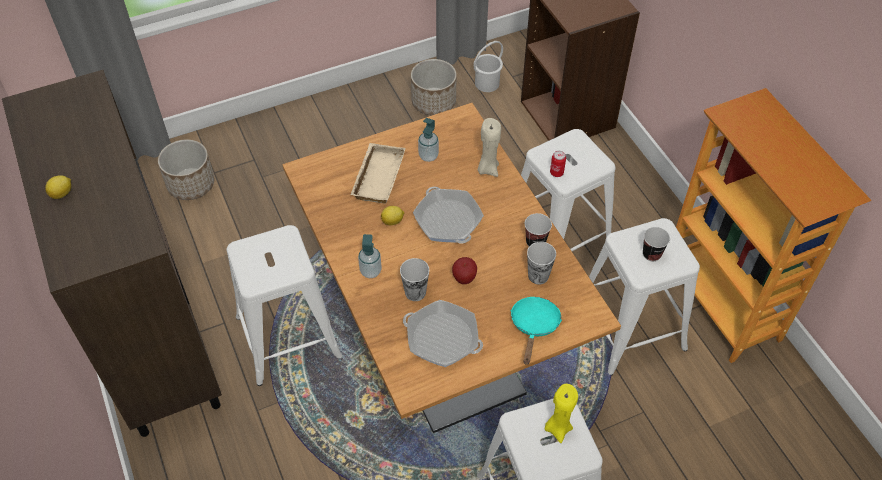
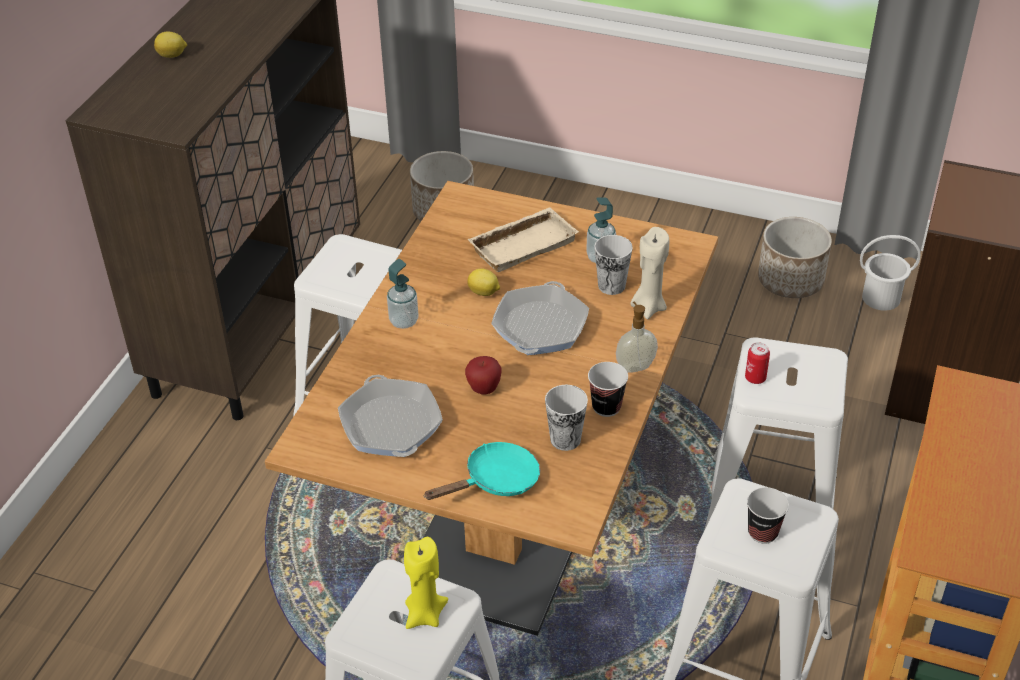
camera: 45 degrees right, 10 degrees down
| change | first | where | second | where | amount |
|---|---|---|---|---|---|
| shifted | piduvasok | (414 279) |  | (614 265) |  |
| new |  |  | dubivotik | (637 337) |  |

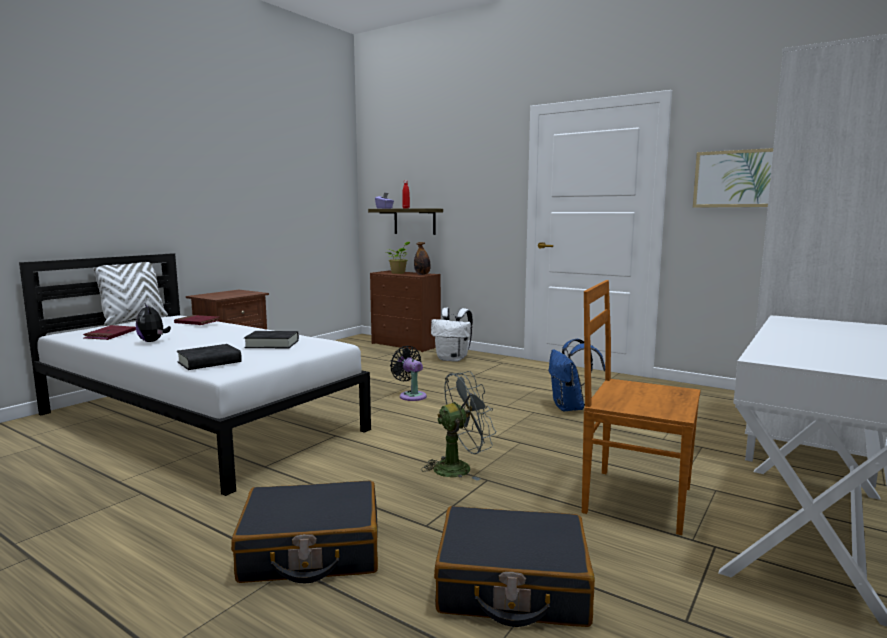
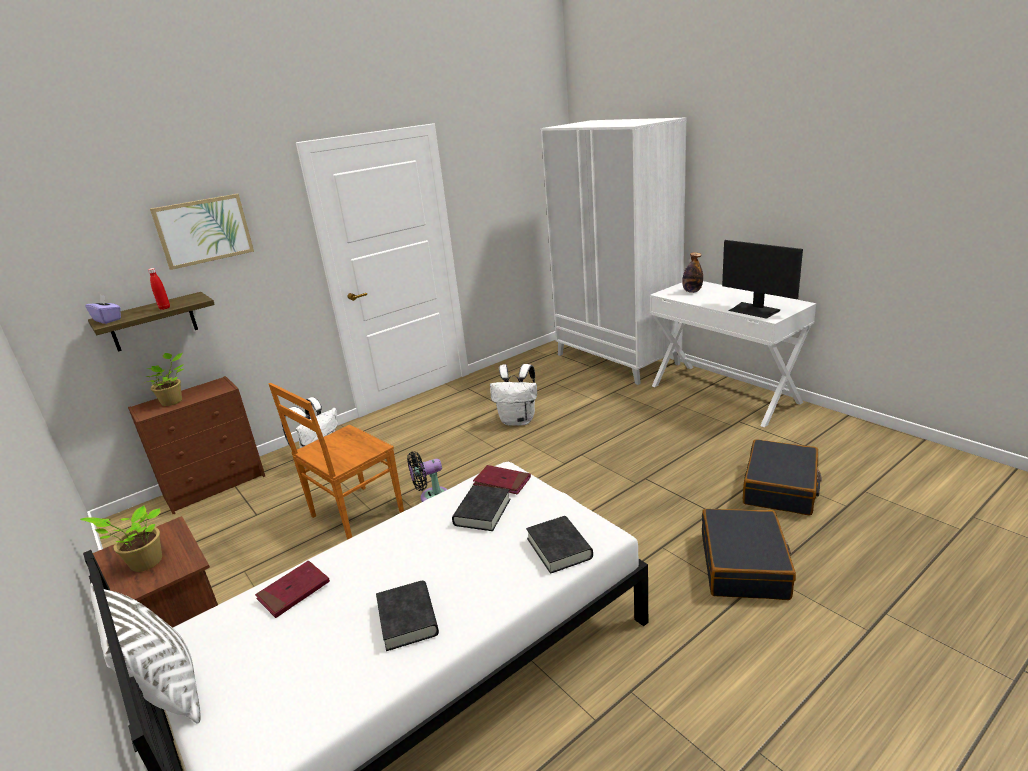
camera: 70 degrees left, 15 degrees up
| change | first | where | second | where | amount |
|---|---|---|---|---|---|
| new |  |  | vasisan | (121 538) |  |
| shifted | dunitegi | (733 178) |  | (202 232) |  |
| shifted | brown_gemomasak | (641 407) |  | (336 461) |  |
| swapped | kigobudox | (153 323) | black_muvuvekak | (407 615) |  |
| shifted | red_muvuvekak | (109 332) |  | (502 480) |  |
| repainted | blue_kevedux | (576 375) | white_kevedux | (513 395) |  |
| shifted | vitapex | (422 258) |  | (692 272) |  |
| new |  |  | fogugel | (762 279) |  |
| gone | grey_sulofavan | (458 426) |  |  |  |

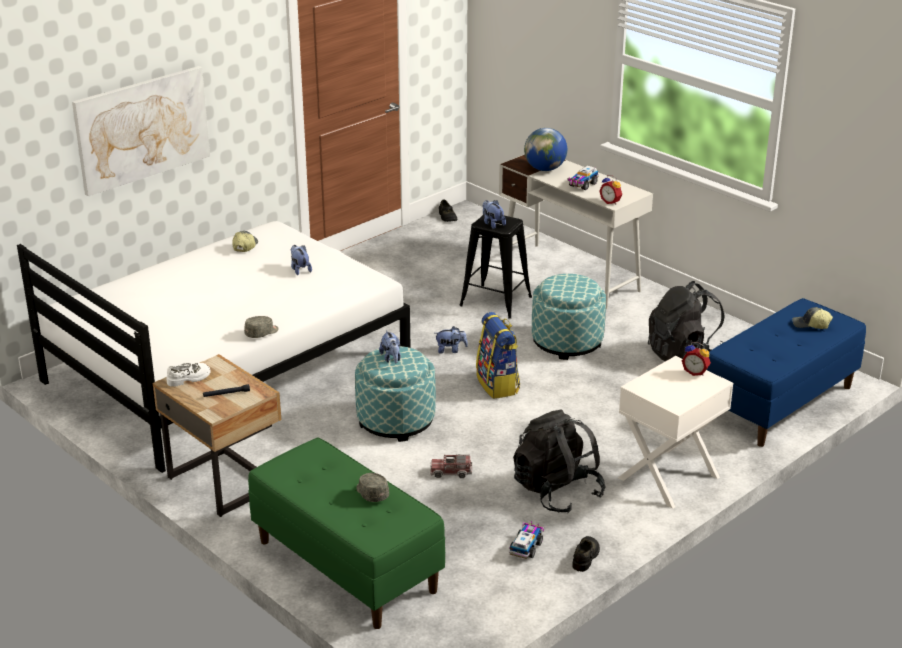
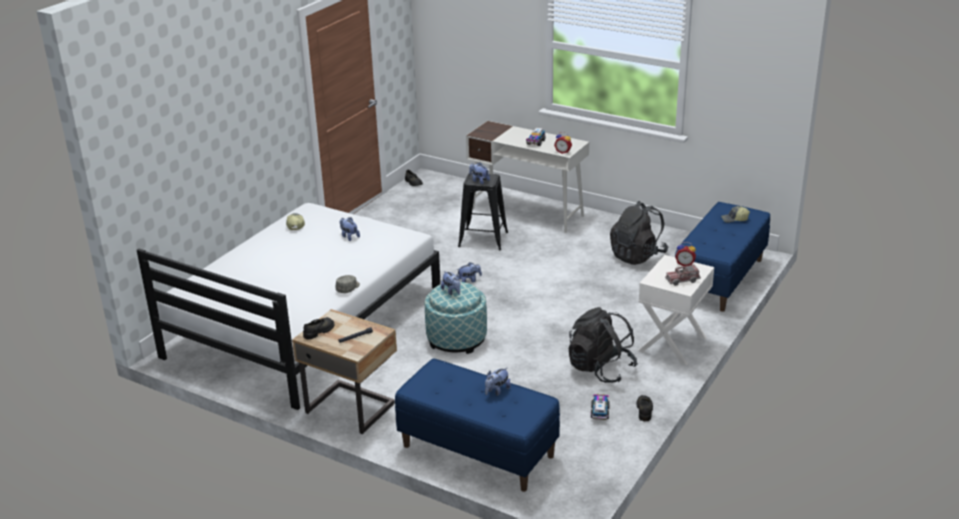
camera: 15 degrees left, 0 degrees up
| change | first | where | second | where | amount |
|---|---|---|---|---|---|
| repainted | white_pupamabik | (189 375) | black_pupamabik | (318 328) |  |
| repainted | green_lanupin | (346 533) | blue_lanupin | (477 425) |  |
| swapped | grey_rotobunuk | (373 487) | kigobudox | (498 381) |  |
| shifted | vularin | (451 466) |  | (683 275) |  |
| gone | dunitegi | (141 131) |  |  |  |
| gone | kevedux | (498 355) |  |  |  |
| gone | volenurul | (545 149) |  |  |  |
| gone | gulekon | (569 317) |  |  |  |

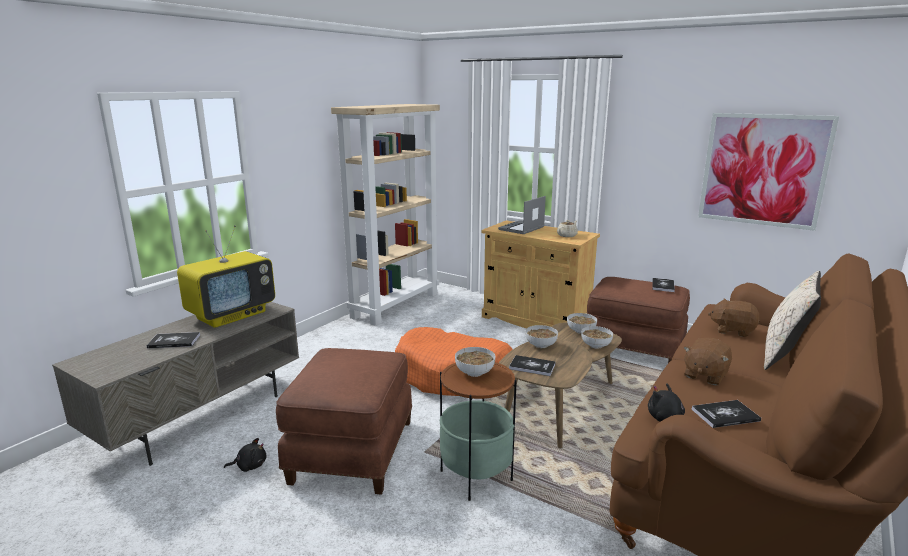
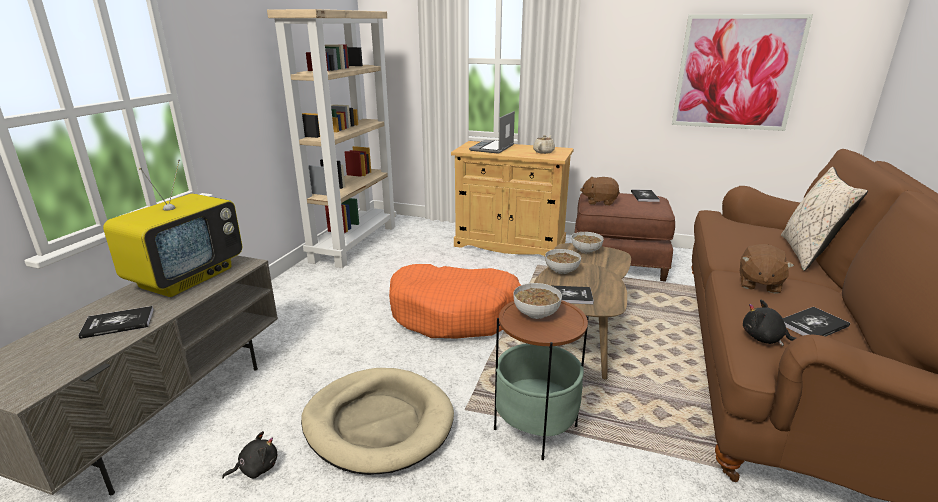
camera: 15 degrees left, 5 degrees up
| change | first | where | second | where | amount |
|---|---|---|---|---|---|
| swapped | brown_gulekon | (344 421) | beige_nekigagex | (377 421) |  |
| shifted | brown_kigobudox | (734 318) |  | (600 191) |  |
| gone | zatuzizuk | (597 337) |  |  |  |

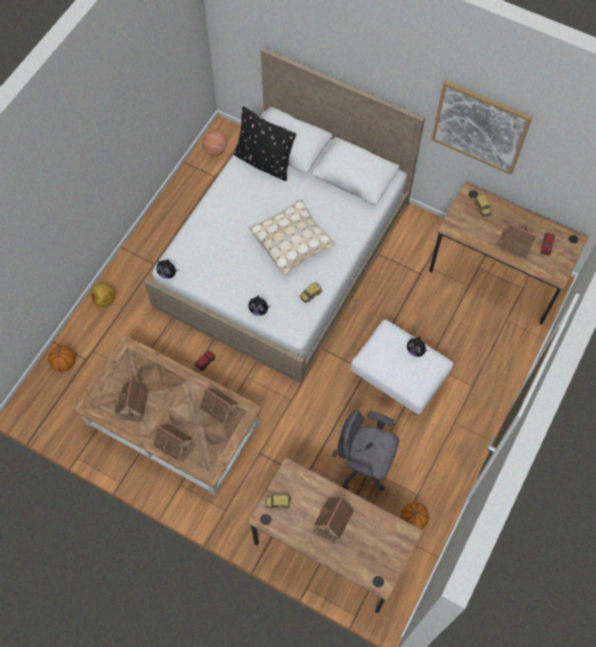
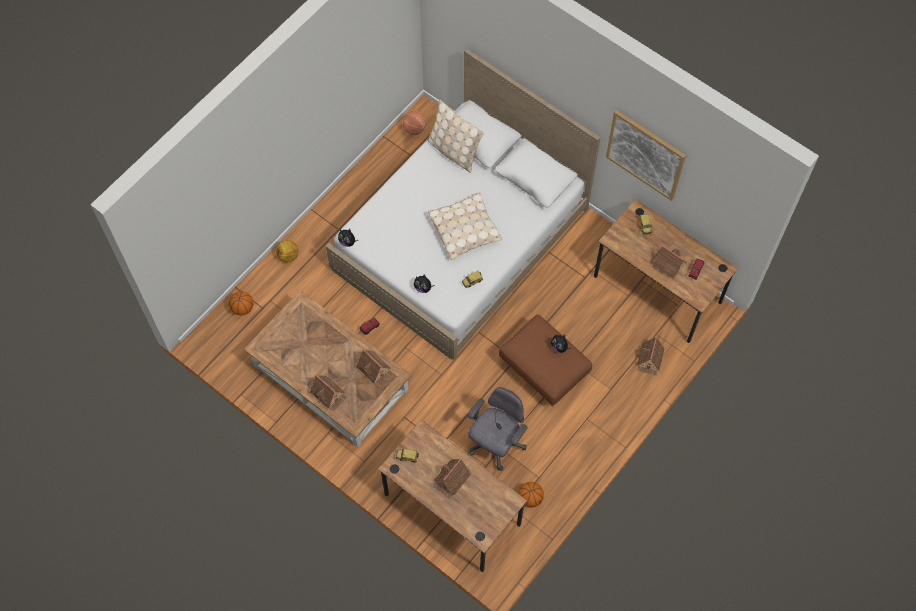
camera: 10 degrees right, 0 degrees up
| change | first | where | second | where | amount |
|---|---|---|---|---|---|
| repainted | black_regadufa | (265 143) | beige_regadufa | (455 136) |  |
| rotated | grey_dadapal | (365 450) |  | (497 429) | 90 degrees clockwise |
| repainted | white_gulekon | (401 367) | brown_gulekon | (545 360) |  |
| shifted | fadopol | (133 399) |  | (650 356) |  |

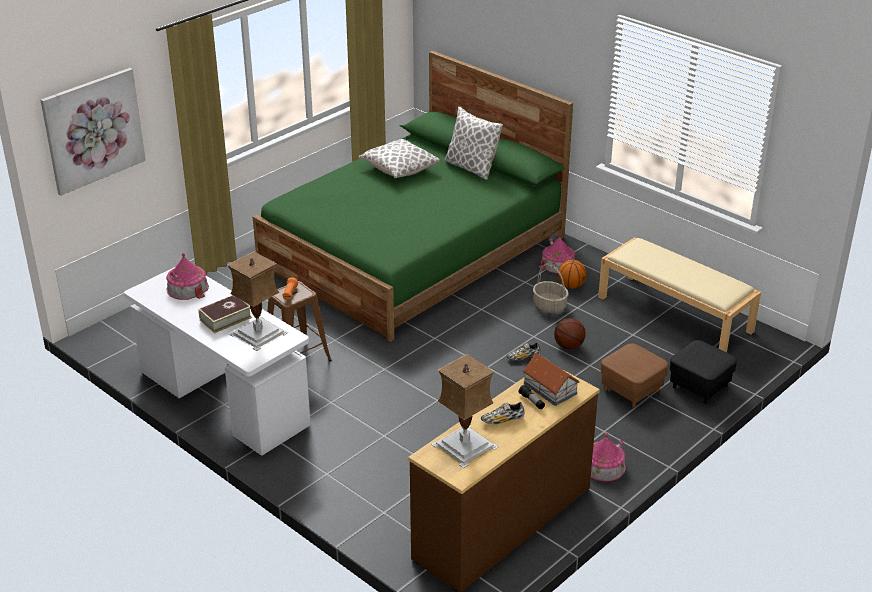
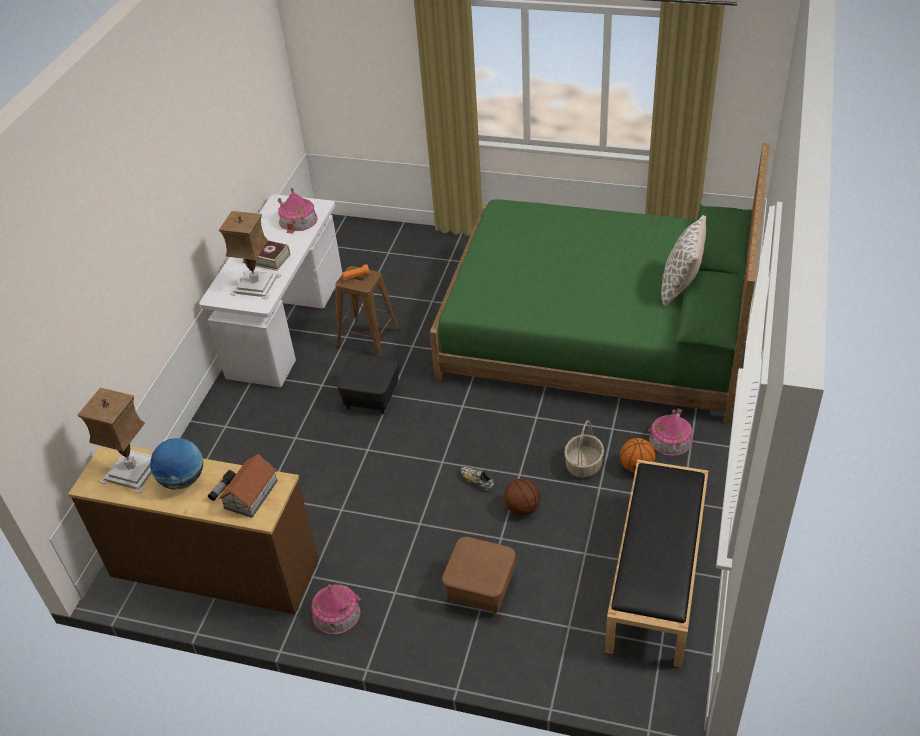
camera: 65 degrees right, 10 degrees up
| change | first | where | second | where | amount |
|---|---|---|---|---|---|
| swapped | pupamabik | (503 413) | volenurul | (176 464) |  |
| shifted | black_gulekon | (703 372) |  | (368 384) |  |
| repainted | beige_lanupin | (679 294) | black_lanupin | (656 563) |  |
| gone | dunitegi | (93 132) |  |  |  |
| gone | regadufa | (399 158) |  |  |  |

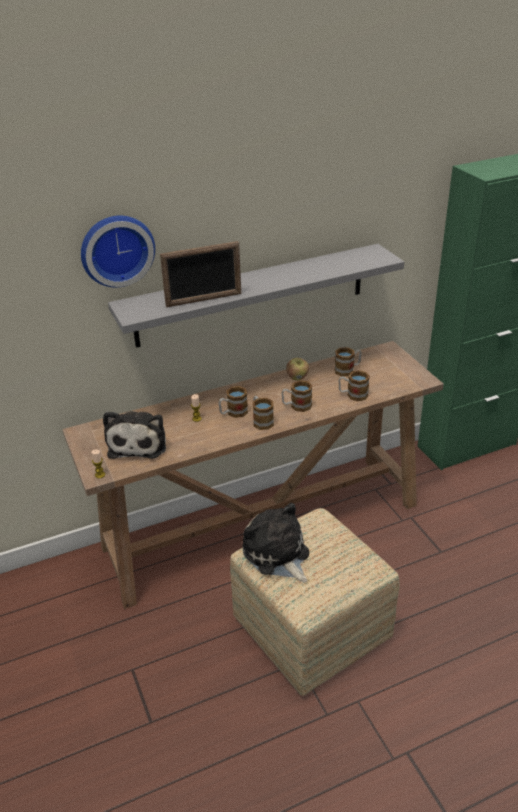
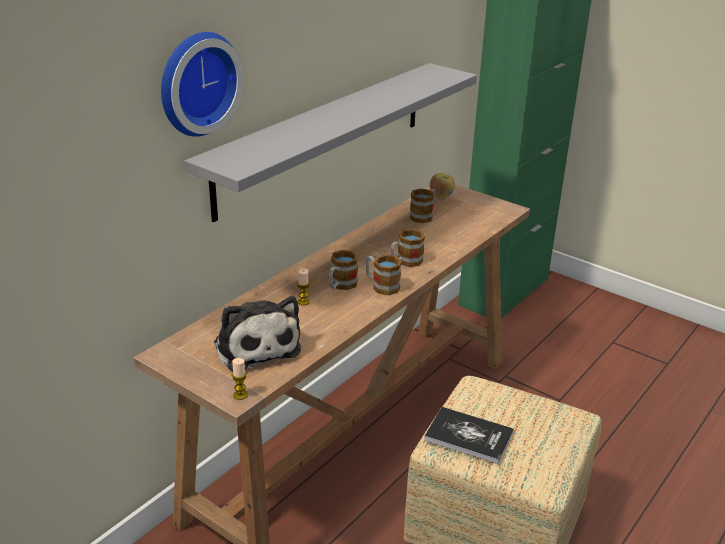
camera: 30 degrees left, 5 degrees down
| change | first | where | second | where | amount |
|---|---|---|---|---|---|
| swapped | kigobudox | (275 542) | muvuvekak | (469 435) |  |
| shifted | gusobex | (297 369) |  | (442 186) |  |
| gone | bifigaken | (200 274) |  |  |  |
| gone | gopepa | (354 385) |  |  |  |

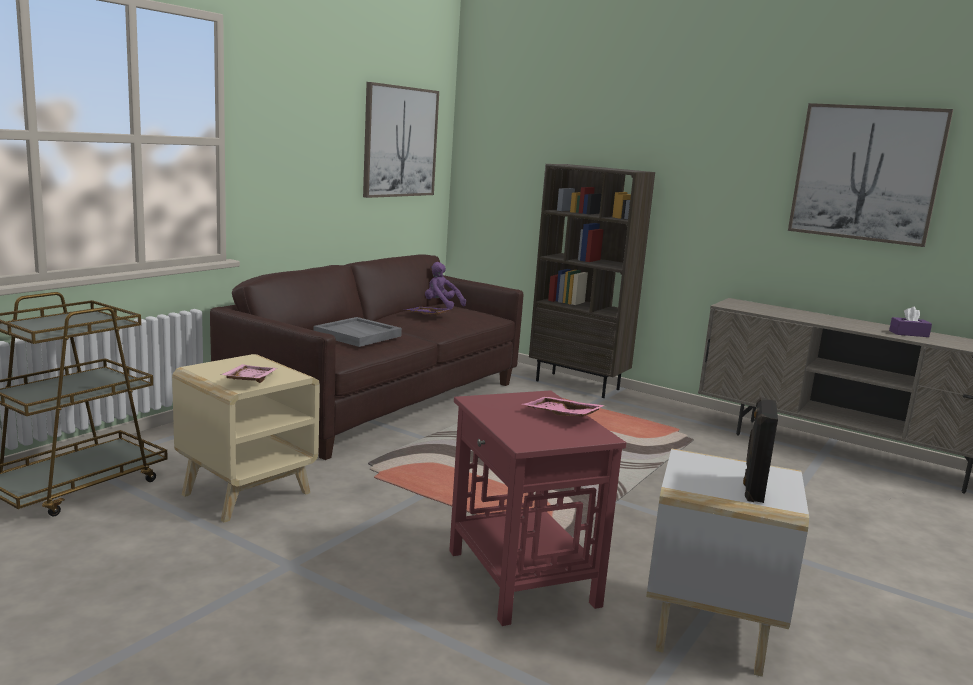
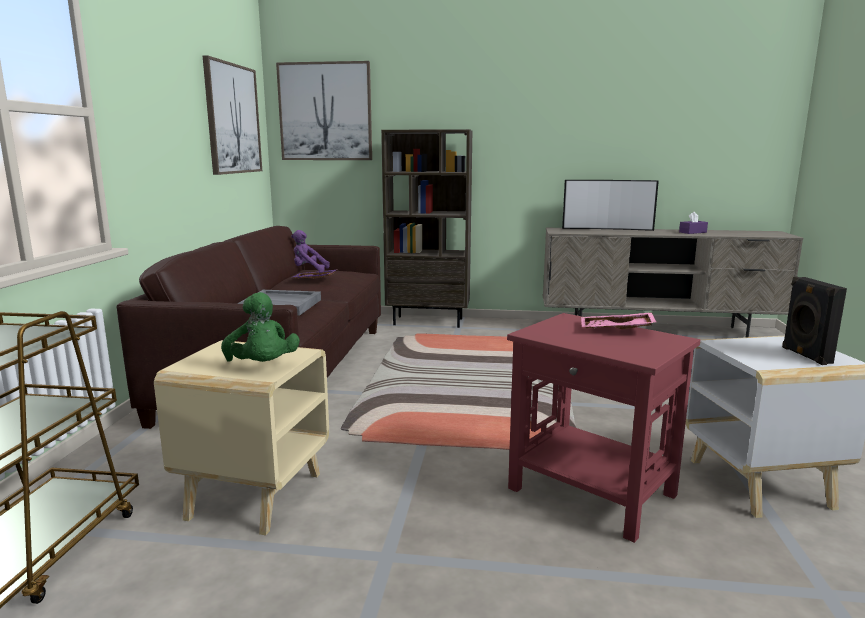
camera: 25 degrees left, 0 degrees up
| change | first | where | second | where | amount |
|---|---|---|---|---|---|
| swapped | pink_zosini | (249 373) | green_kigobudox | (260 327) |  |
| shifted | dunitegi | (870 175) |  | (324 110) |  |
| new |  |  | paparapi | (610 205) |  |

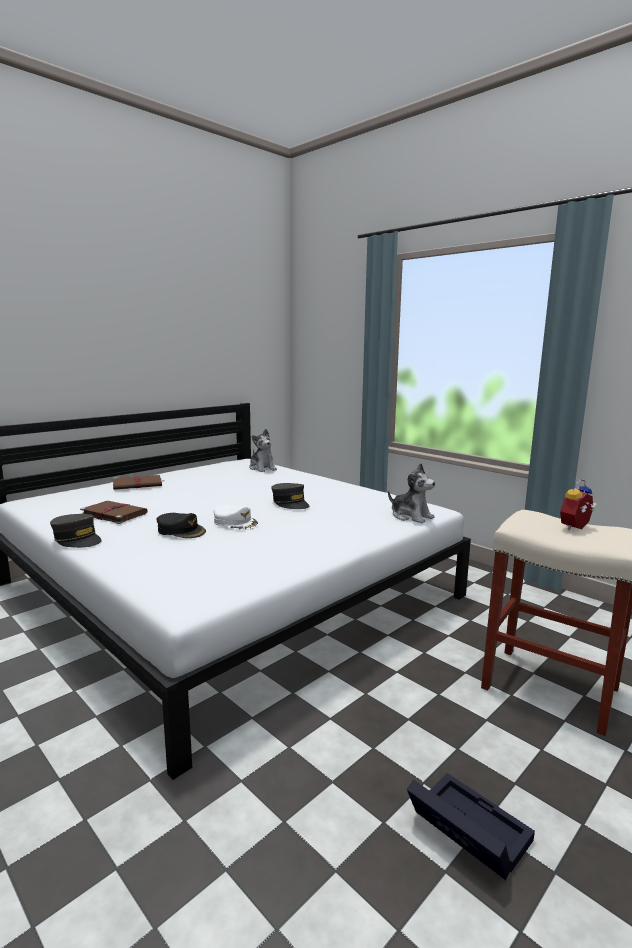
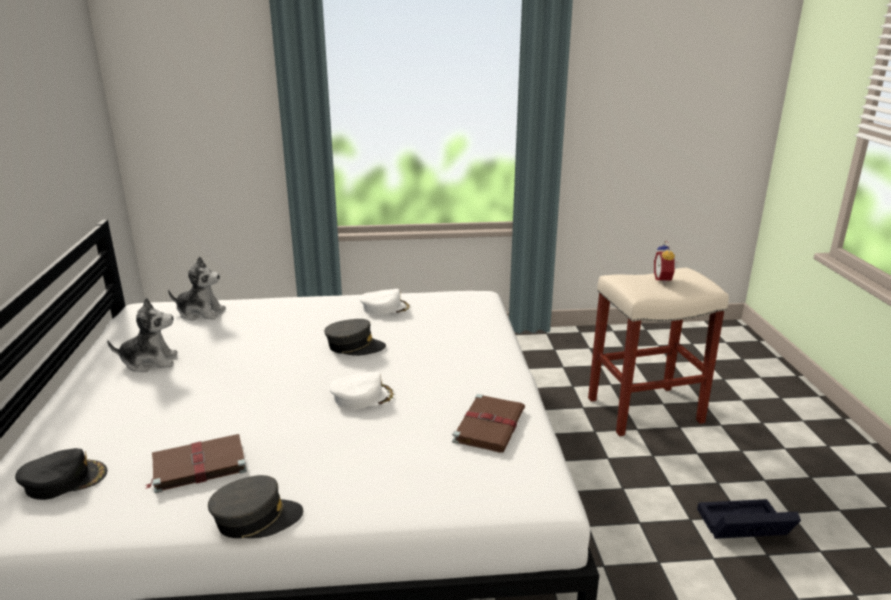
camera: 50 degrees left, 10 degrees up
| change | first | where | second | where | amount |
|---|---|---|---|---|---|
| shifted | black_rotobunuk | (181 525) |  | (61 474) |  |
| shifted | kigobudox | (411 493) |  | (142 335) |  |
| new |  |  | white_rotobunuk | (385 302) |  |
| shifted | brown_muvuvekak | (139 482) |  | (488 423) |  |

